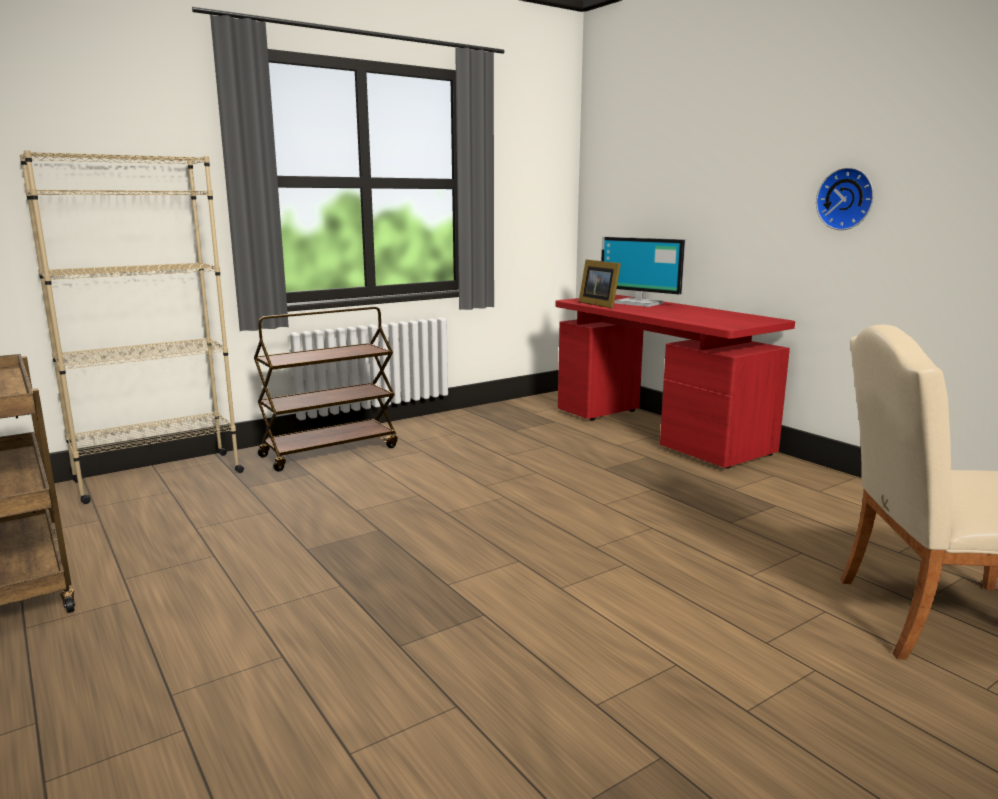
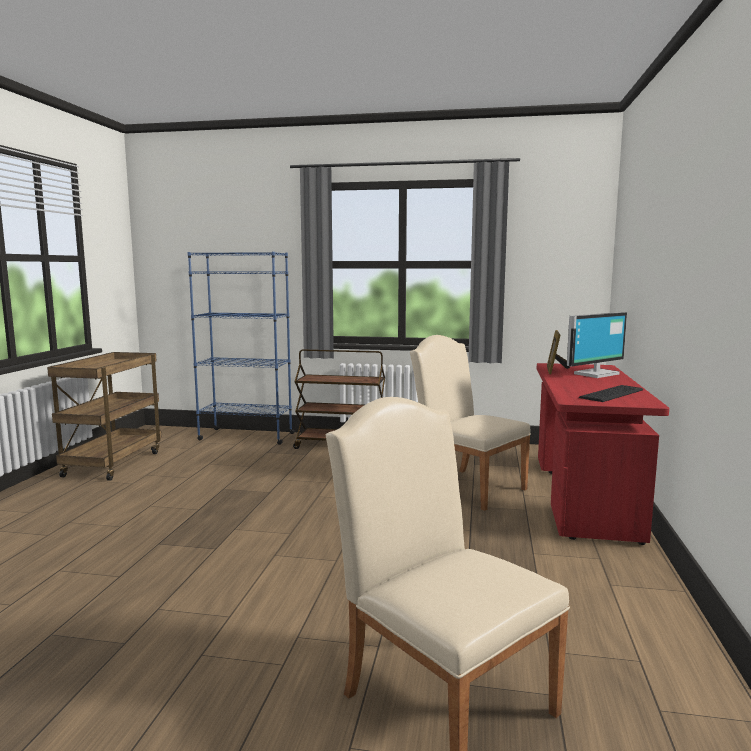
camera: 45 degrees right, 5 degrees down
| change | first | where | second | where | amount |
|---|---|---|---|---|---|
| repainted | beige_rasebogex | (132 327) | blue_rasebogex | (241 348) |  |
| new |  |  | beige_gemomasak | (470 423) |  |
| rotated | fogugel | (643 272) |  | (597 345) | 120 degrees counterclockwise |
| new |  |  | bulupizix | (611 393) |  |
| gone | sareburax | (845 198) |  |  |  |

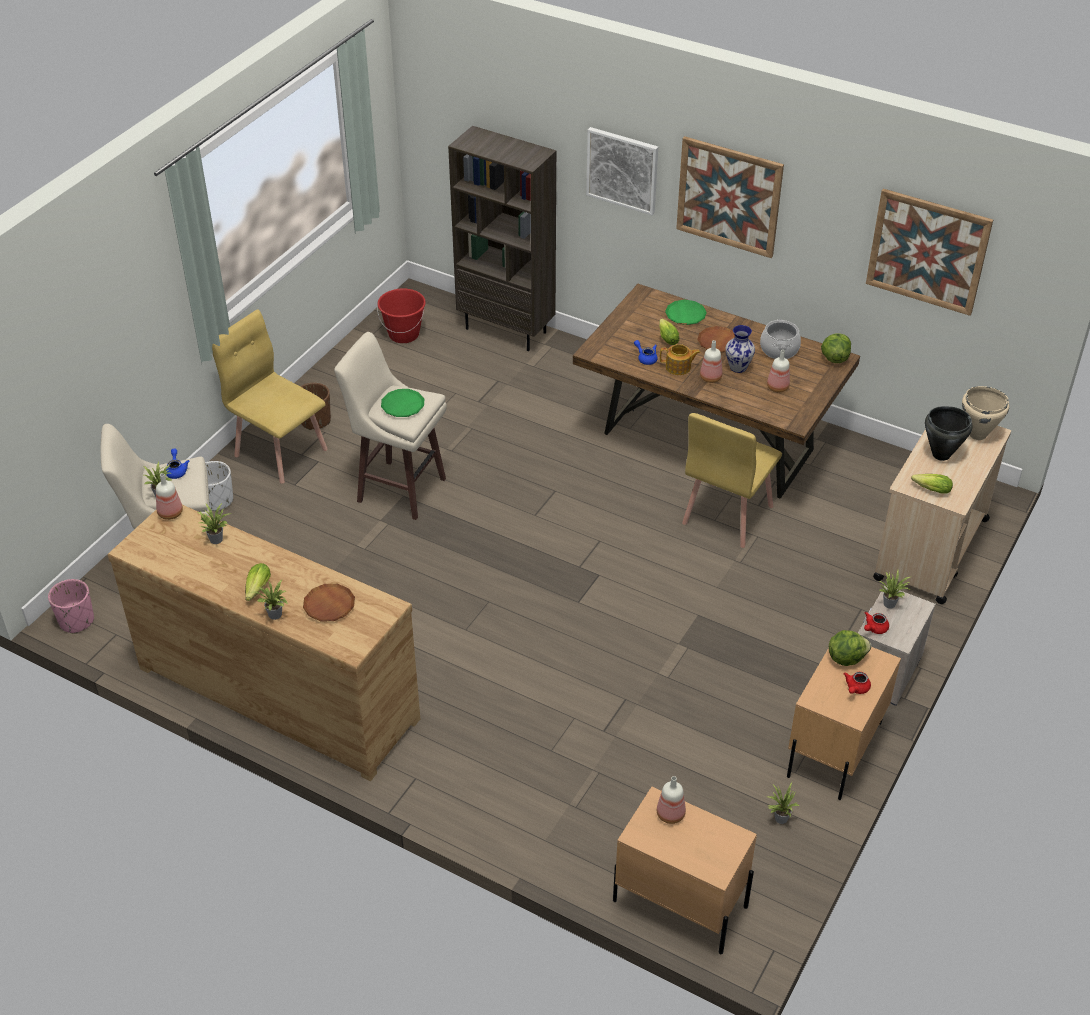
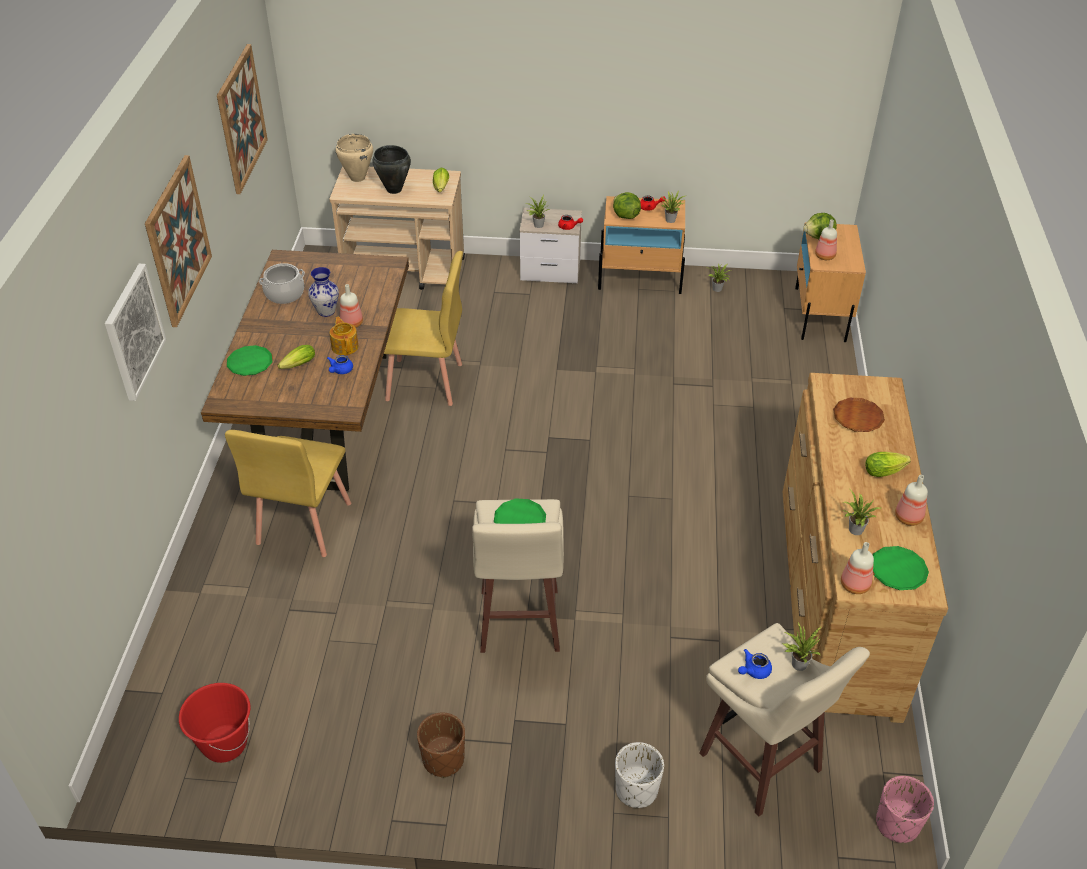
camera: 115 degrees left, 0 degrees up
| change | first | where | second | where | amount |
|---|---|---|---|---|---|
| shifted | yellow_gemomasak | (270 396) |  | (288 493) |  |
| shifted | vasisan | (269 600) |  | (672 207) |  |
| shifted | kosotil | (836 348) |  | (820 226) |  |
| new |  |  | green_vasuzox | (901 568) |  |
| shifted | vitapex | (778 371) |  | (911 500) |  |
| gone | brown_rasebogex | (502 238) |  |  |  |
| gone | brown_vasuzox | (716 339) |  |  |  |

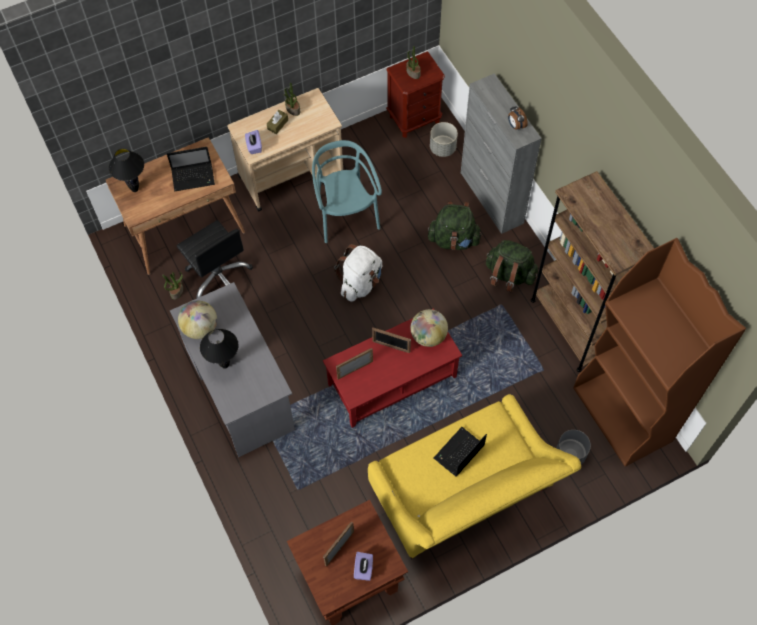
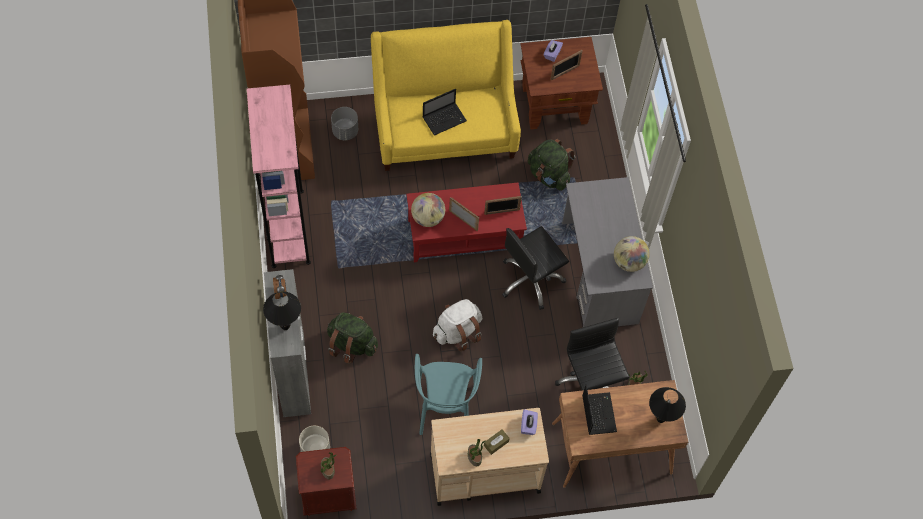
camera: 165 degrees left, 0 degrees up
| change | first | where | second | where | amount |
|---|---|---|---|---|---|
| repainted | brown_rasebogex | (592 271) | pink_rasebogex | (278 176) |  |
| shifted | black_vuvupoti | (219 349) |  | (282 311) |  |
| new |  |  | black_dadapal | (535 268) |  |
| shifted | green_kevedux | (512 266) |  | (551 165) |  |
| rotated | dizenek | (191 169) |  | (599 410) | 75 degrees clockwise |

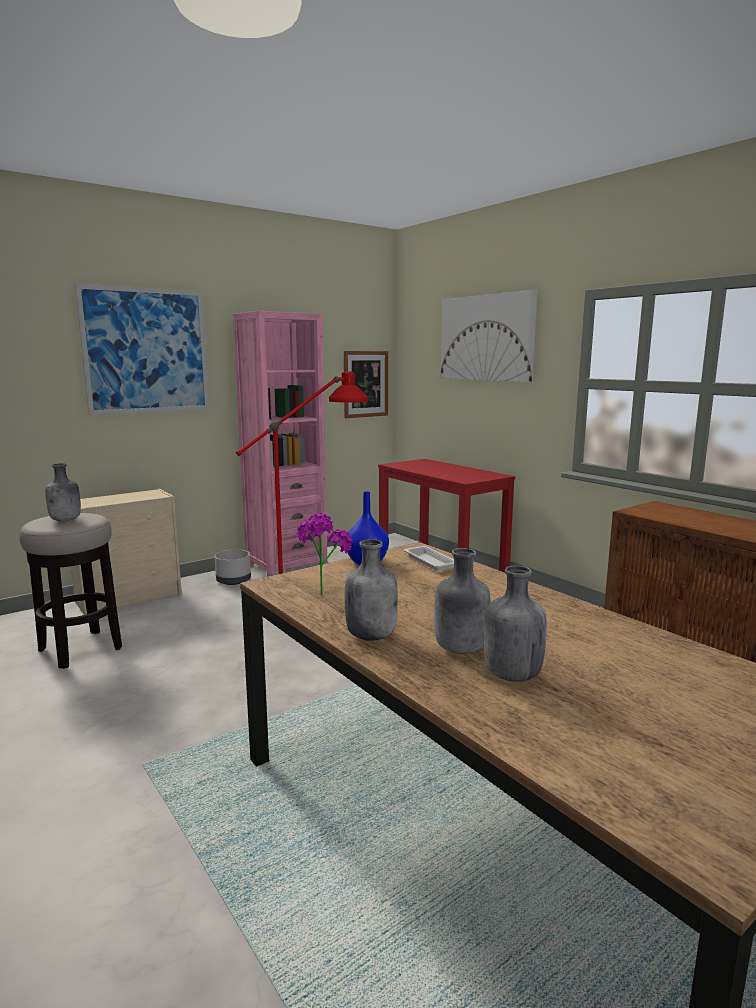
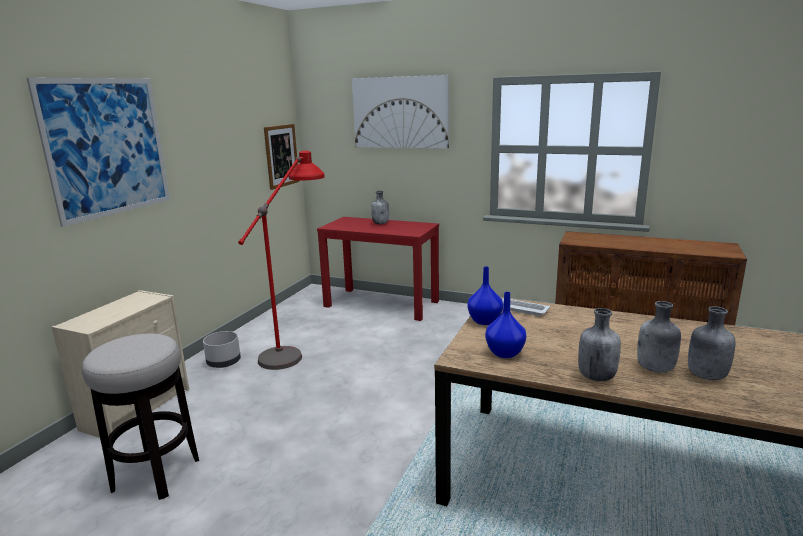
camera: 30 degrees left, 5 degrees up
| change | first | where | second | where | amount |
|---|---|---|---|---|---|
| shifted | grey_vitapex | (63 492) |  | (380 207) |  |
| swapped | vasisan | (324 554) | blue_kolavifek | (505 325) |  |
| gone | pink_rasebogex | (280 444) |  |  |  |

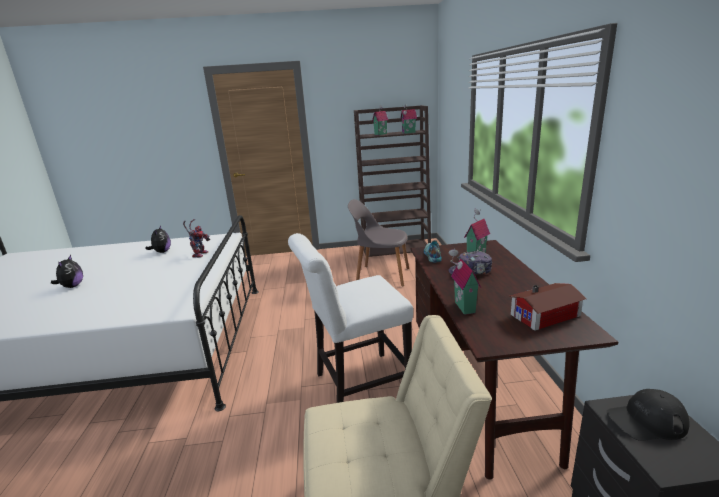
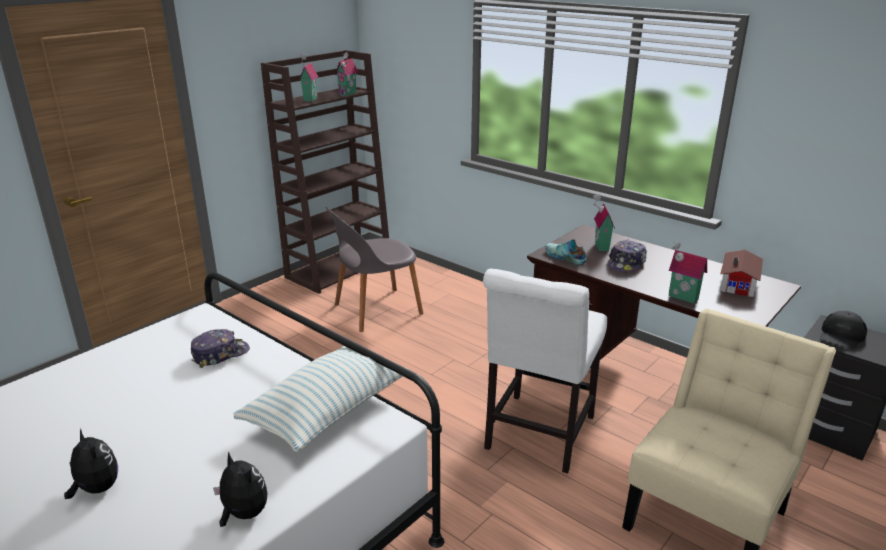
camera: 45 degrees left, 5 degrees up
| change | first | where | second | where | amount |
|---|---|---|---|---|---|
| swapped | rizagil | (196 238) | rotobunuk | (220 348) |  |
| shifted | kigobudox | (158 239) |  | (240 489) |  |
| new |  |  | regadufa | (321 399) |  |

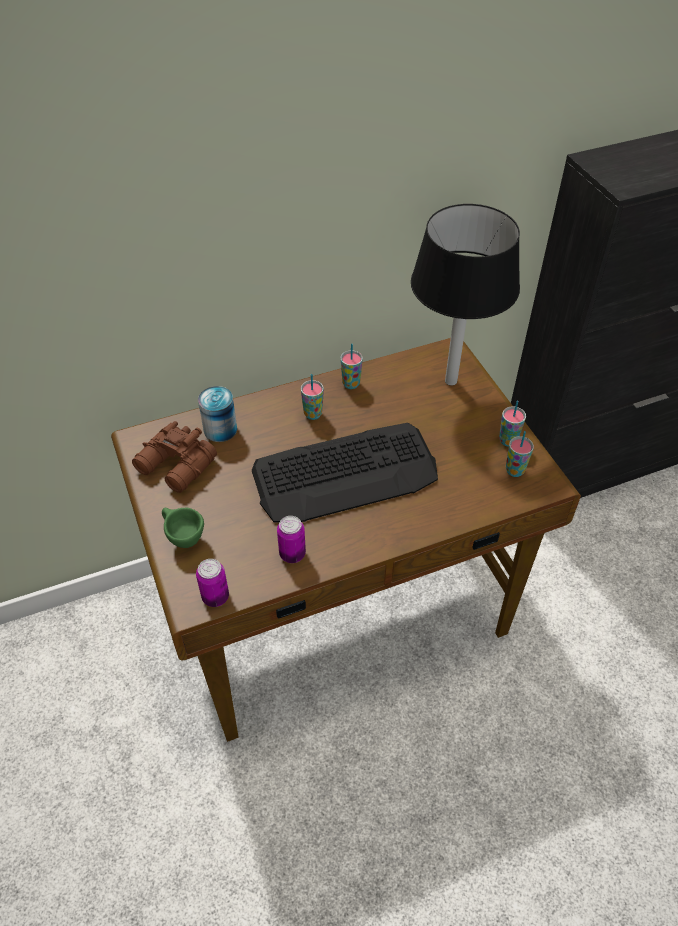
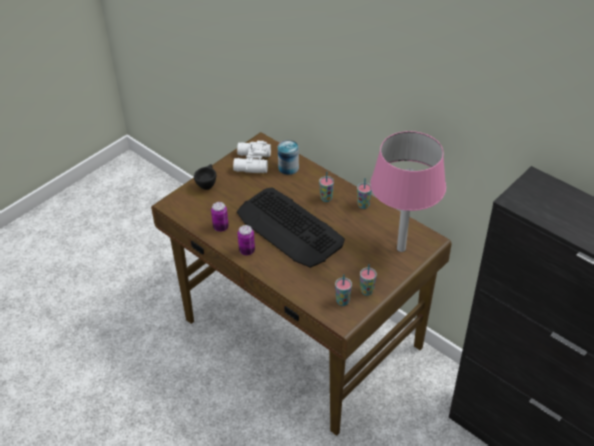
camera: 65 degrees right, 5 degrees down
| change | first | where | second | where | amount |
|---|---|---|---|---|---|
| repainted | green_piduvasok | (183 528) | black_piduvasok | (205 177) |  |
| repainted | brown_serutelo | (174 457) | white_serutelo | (252 157) |  |
| shifted | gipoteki | (212 583) |  | (246 240) |  |
| repainted | black_vuvupoti | (465 295) | pink_vuvupoti | (408 191) |  |

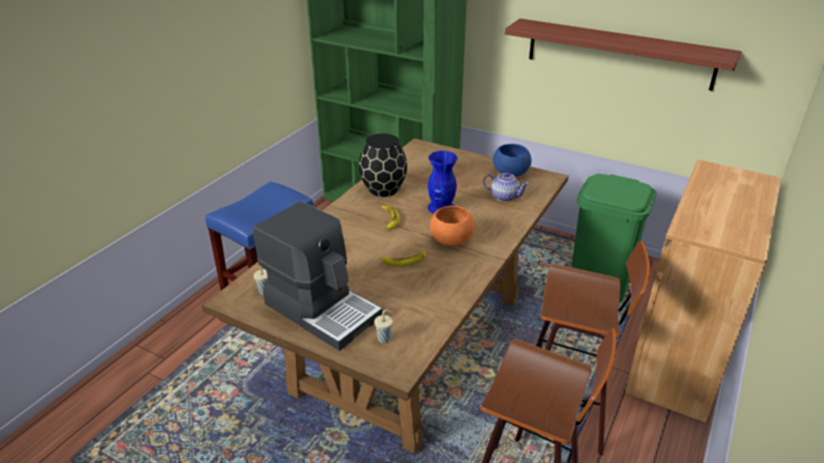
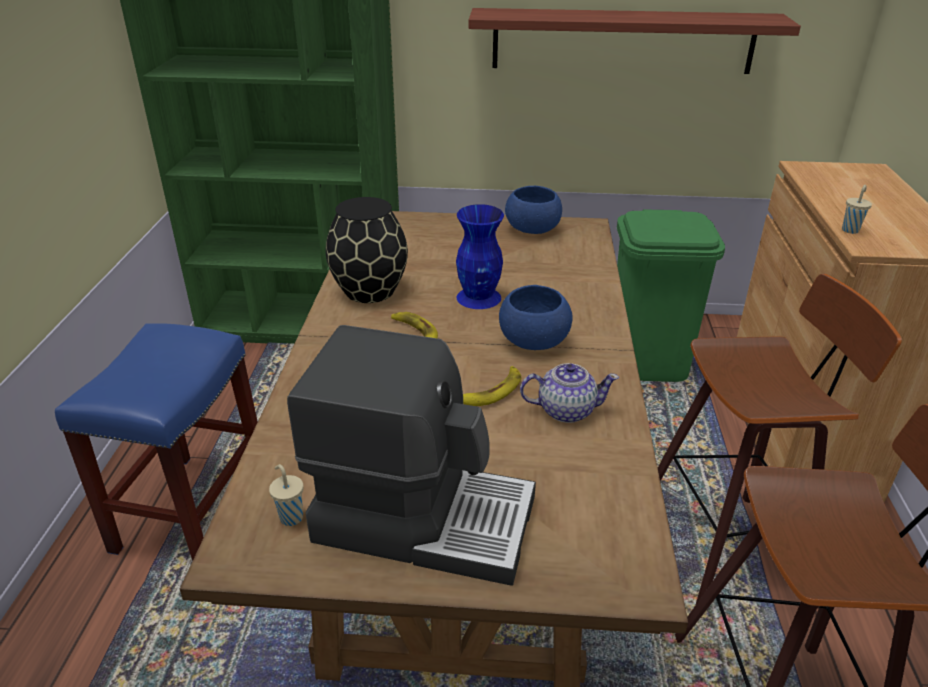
camera: 25 degrees left, 0 degrees up
| change | first | where | second | where | amount |
|---|---|---|---|---|---|
| repainted | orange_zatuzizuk | (452 226) | blue_zatuzizuk | (536 317) |  |
| shifted | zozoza | (506 187) |  | (569 393) |  |
| shifted | beige_piduvasok | (383 326) |  | (857 209) |  |

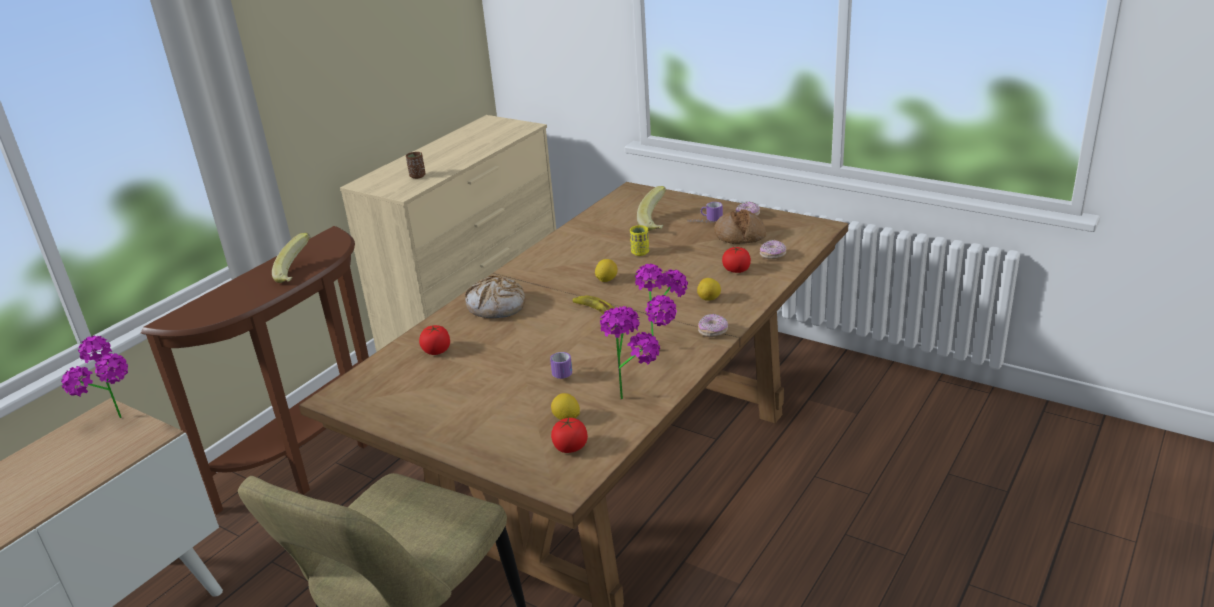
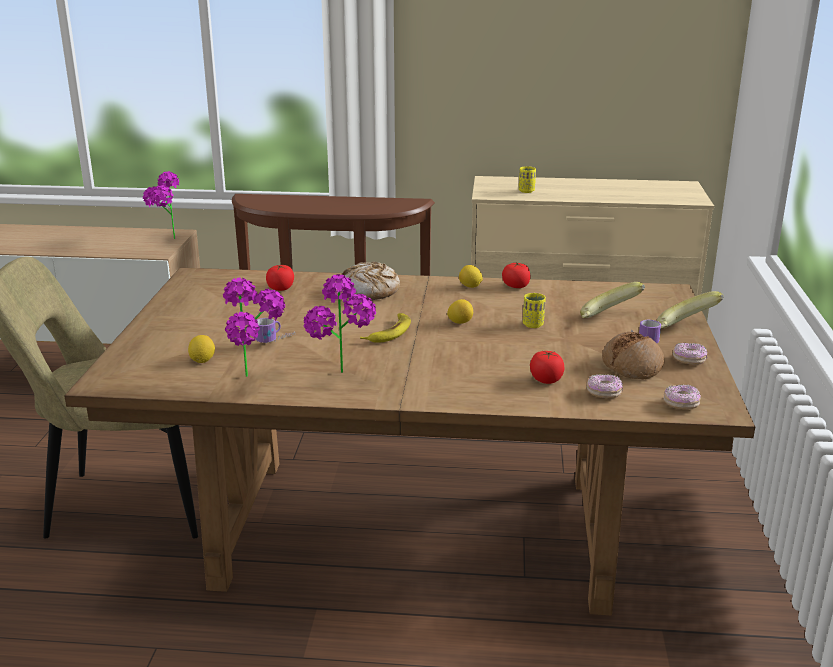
camera: 60 degrees right, 5 degrees down
| change | first | where | second | where | amount |
|---|---|---|---|---|---|
| shifted | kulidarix | (709 289) |  | (471 276) |  |
| shifted | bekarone | (569 435) |  | (516 275) |  |
| repainted | brown_piduvasok | (415 165) | yellow_piduvasok | (527 179) |  |
| shifted | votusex | (291 258) |  | (690 309) |  |
| shifted | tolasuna | (713 325) |  | (682 396) |  |

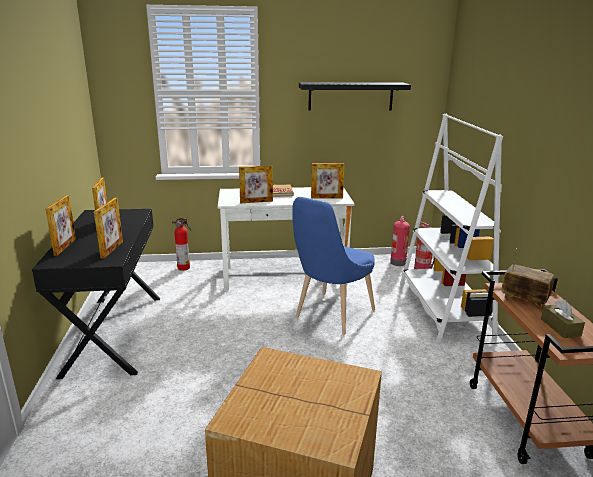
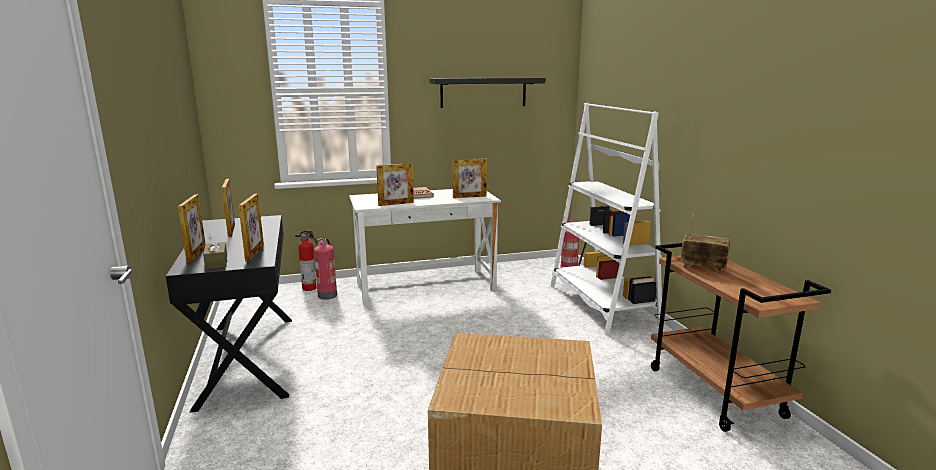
camera: 10 degrees left, 5 degrees down
| change | first | where | second | where | amount |
|---|---|---|---|---|---|
| shifted | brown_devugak | (563 319) |  | (215 251) |  |
| shifted | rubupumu | (400 241) |  | (325 269) |  |
| gone | blue_gemomasak | (333 266) |  |  |  |

